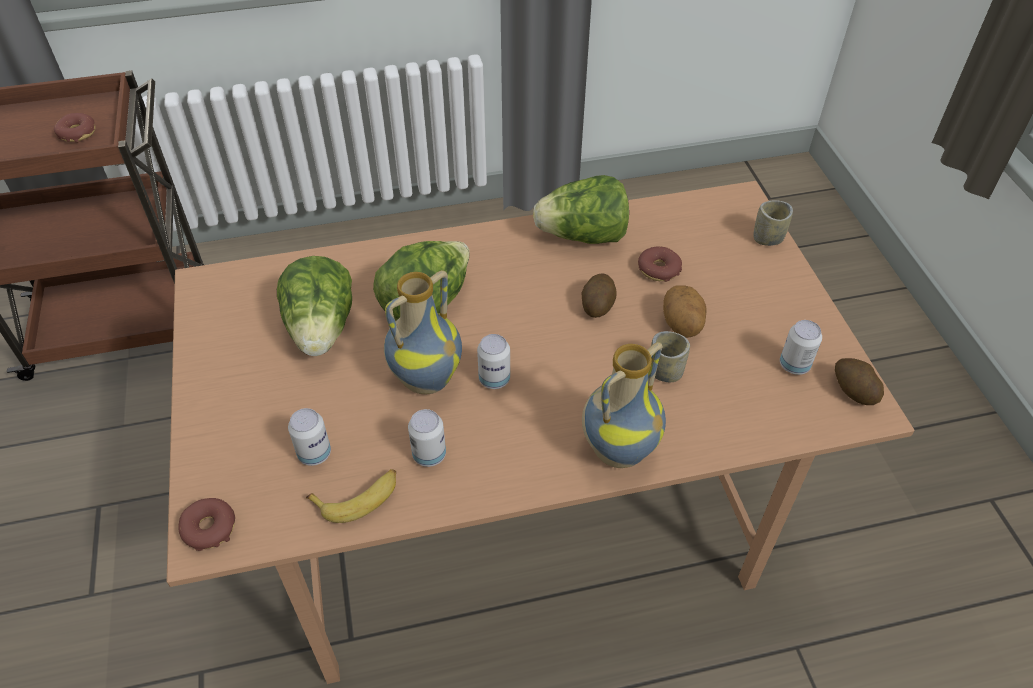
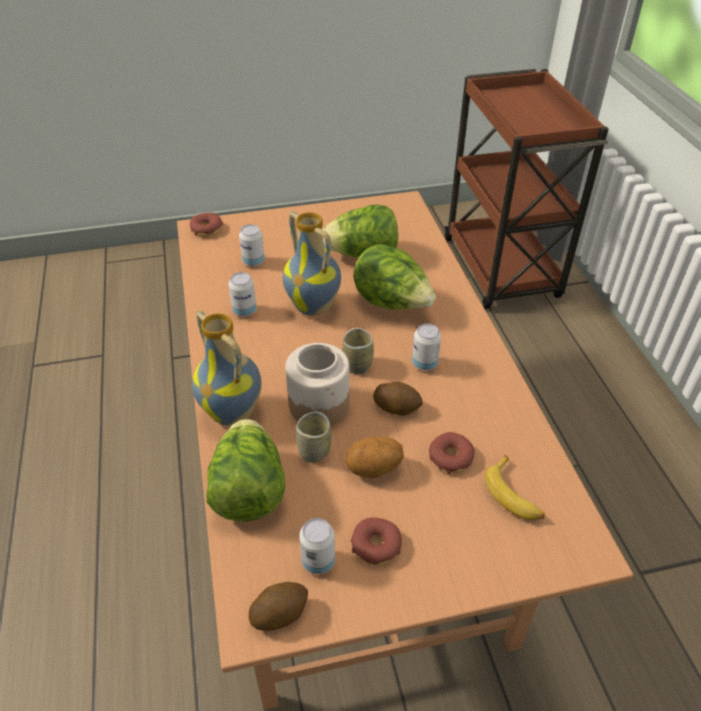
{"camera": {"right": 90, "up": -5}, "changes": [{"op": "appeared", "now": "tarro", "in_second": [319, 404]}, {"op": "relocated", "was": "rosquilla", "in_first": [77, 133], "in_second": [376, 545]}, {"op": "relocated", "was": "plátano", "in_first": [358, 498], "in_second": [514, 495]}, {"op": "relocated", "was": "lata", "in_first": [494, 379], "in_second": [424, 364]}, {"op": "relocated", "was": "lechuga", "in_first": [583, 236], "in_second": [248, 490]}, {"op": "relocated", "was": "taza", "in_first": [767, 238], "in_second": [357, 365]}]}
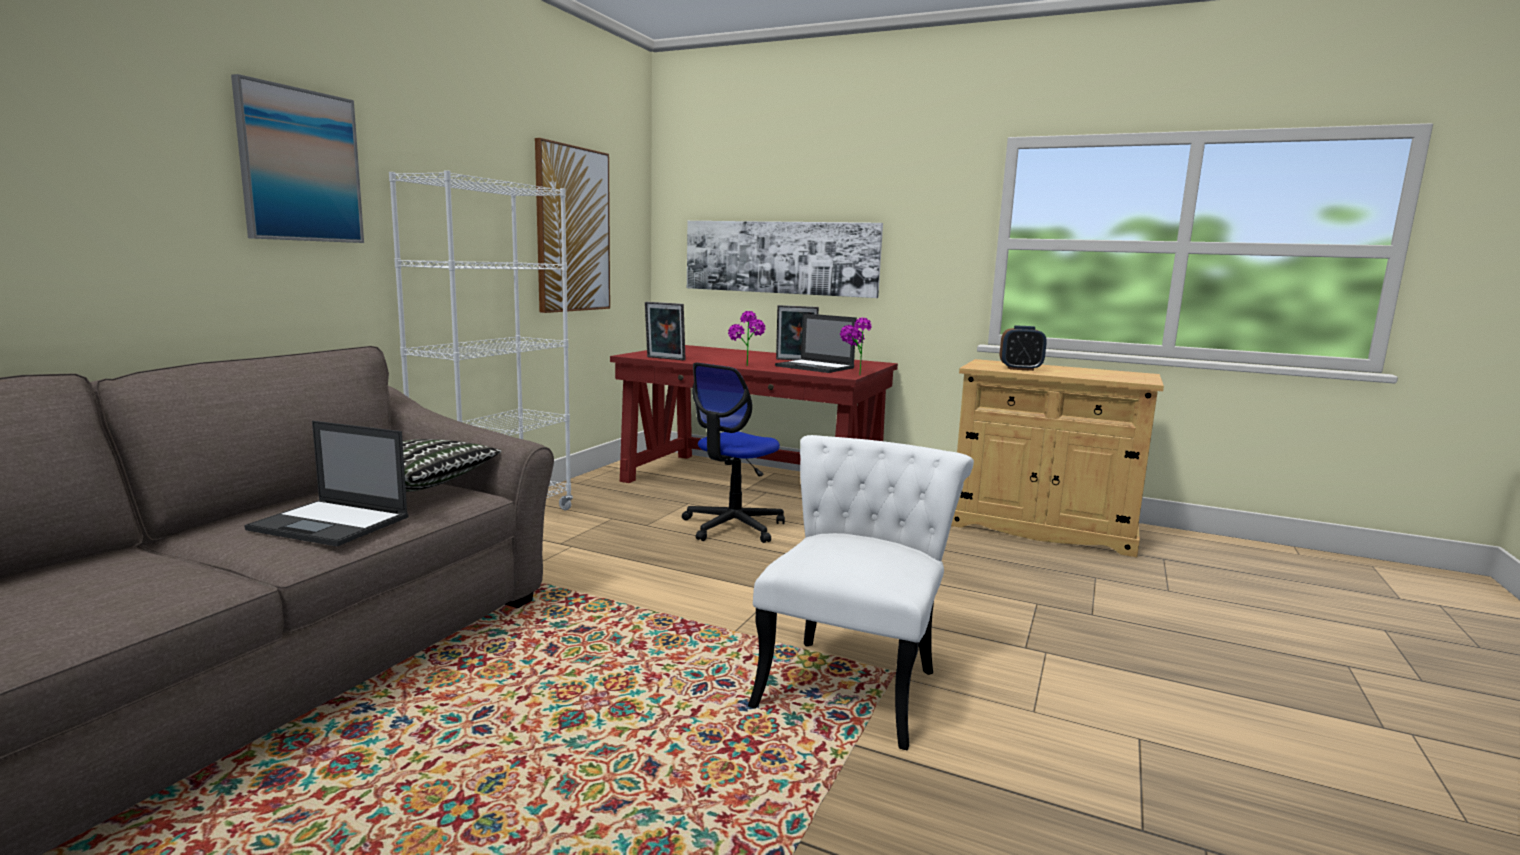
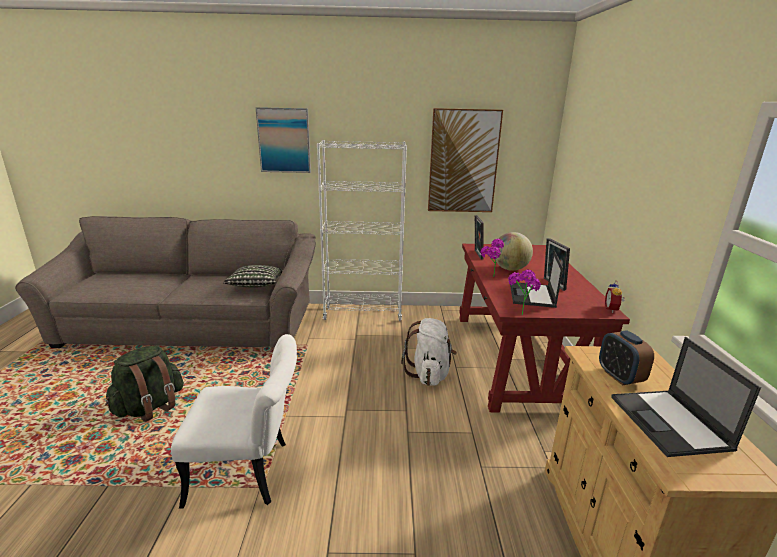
{"camera": {"right": 65, "up": 10}, "changes": [{"op": "missing", "was": "cuadro", "in_first": [780, 257]}, {"op": "appeared", "now": "mochila [verde]", "in_second": [150, 407]}, {"op": "appeared", "now": "globo terráqueo", "in_second": [510, 269]}, {"op": "appeared", "now": "despertador", "in_second": [612, 309]}, {"op": "relocated", "was": "portátil", "in_first": [331, 523], "in_second": [670, 423]}, {"op": "exchanged", "was": "silla de oficina", "now": "mochila [blanco]", "in_first": [733, 527], "in_second": [429, 374]}]}
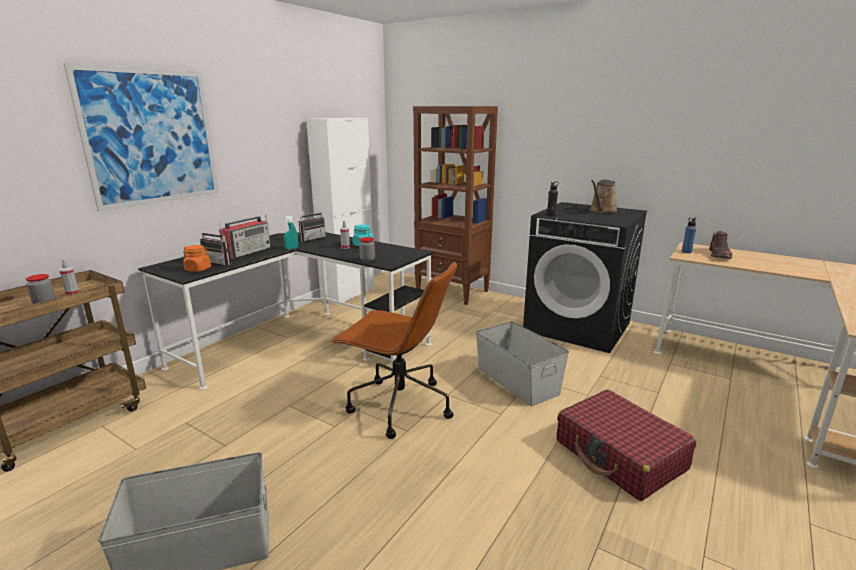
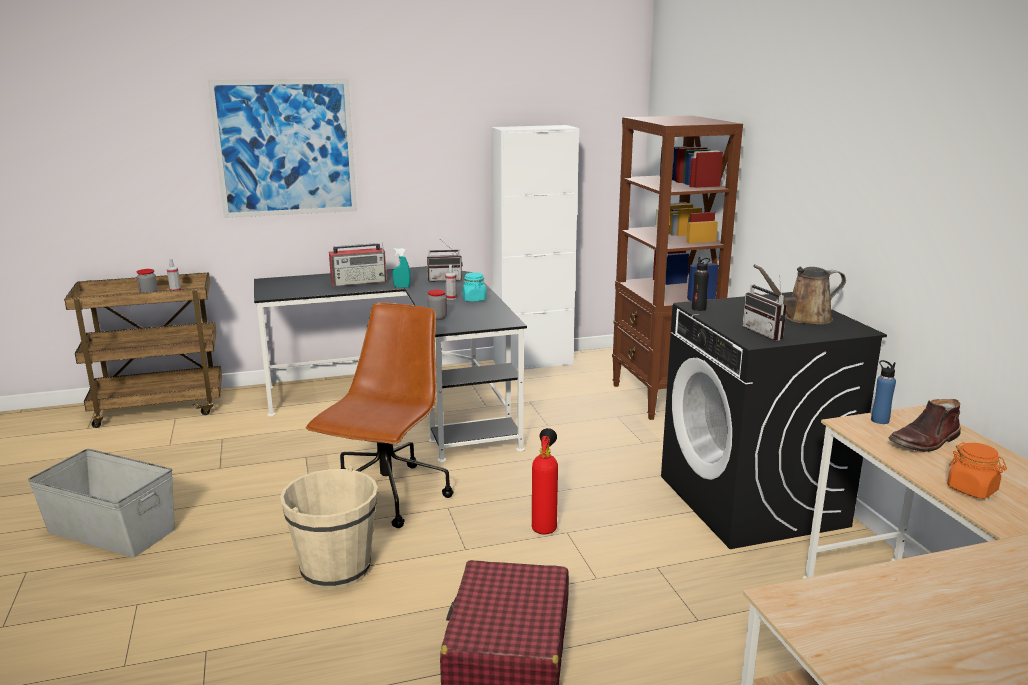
{"camera": {"right": 40, "up": 0}, "changes": [{"op": "appeared", "now": "cubo [beis]", "in_second": [336, 569]}, {"op": "relocated", "was": "tarro [naranja]", "in_first": [198, 269], "in_second": [972, 489]}, {"op": "relocated", "was": "radio", "in_first": [220, 262], "in_second": [767, 333]}, {"op": "exchanged", "was": "caja de almacenaje [gris]", "now": "extintor", "in_first": [517, 381], "in_second": [544, 527]}, {"op": "spun", "was": "silla de oficina [marrón]", "in_first": [398, 406], "in_second": [386, 497], "clockwise": -135}]}
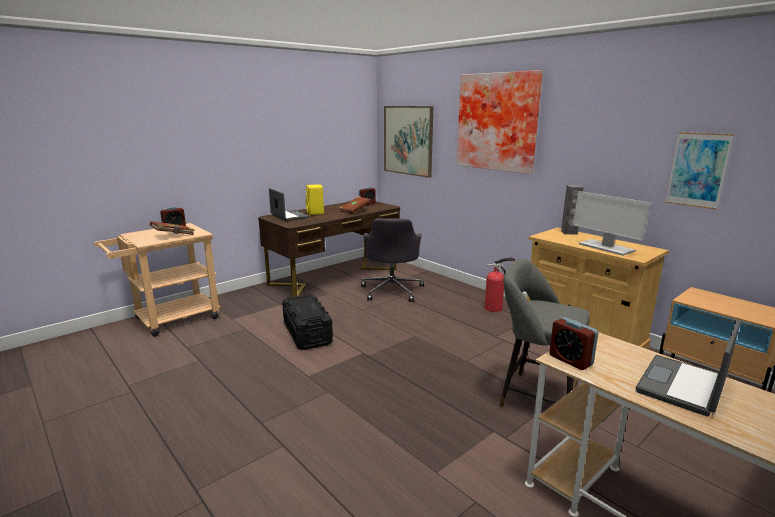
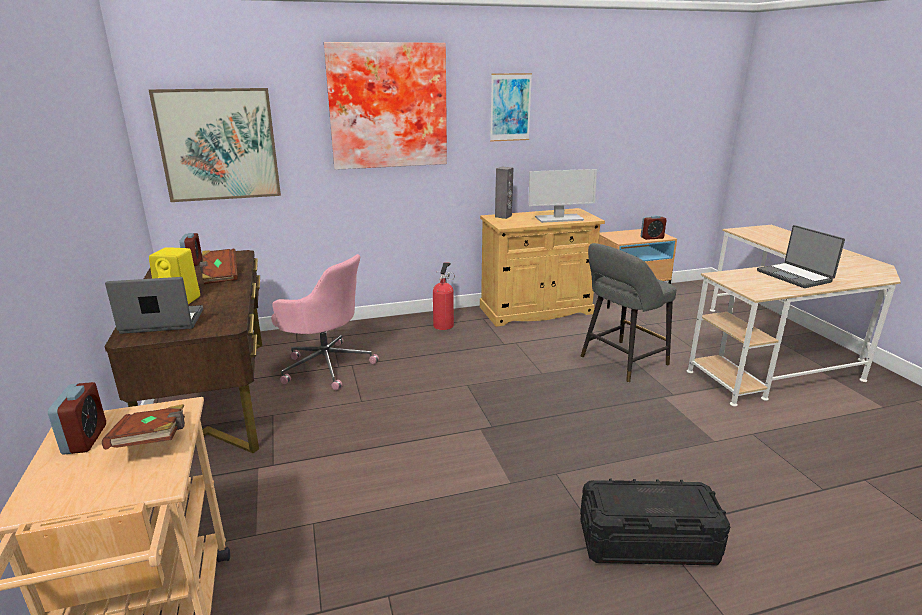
{"camera": {"right": -65, "up": 5}, "changes": [{"op": "relocated", "was": "caja de almacenaje [negro]", "in_first": [307, 333], "in_second": [647, 542]}, {"op": "relocated", "was": "despertador", "in_first": [570, 360], "in_second": [652, 238]}, {"op": "relocated", "was": "cuadro", "in_first": [697, 170], "in_second": [510, 107]}, {"op": "colour", "was": "silla de oficina [gris]", "now": "silla de oficina [rosa]", "in_first": [392, 290], "in_second": [326, 365]}]}
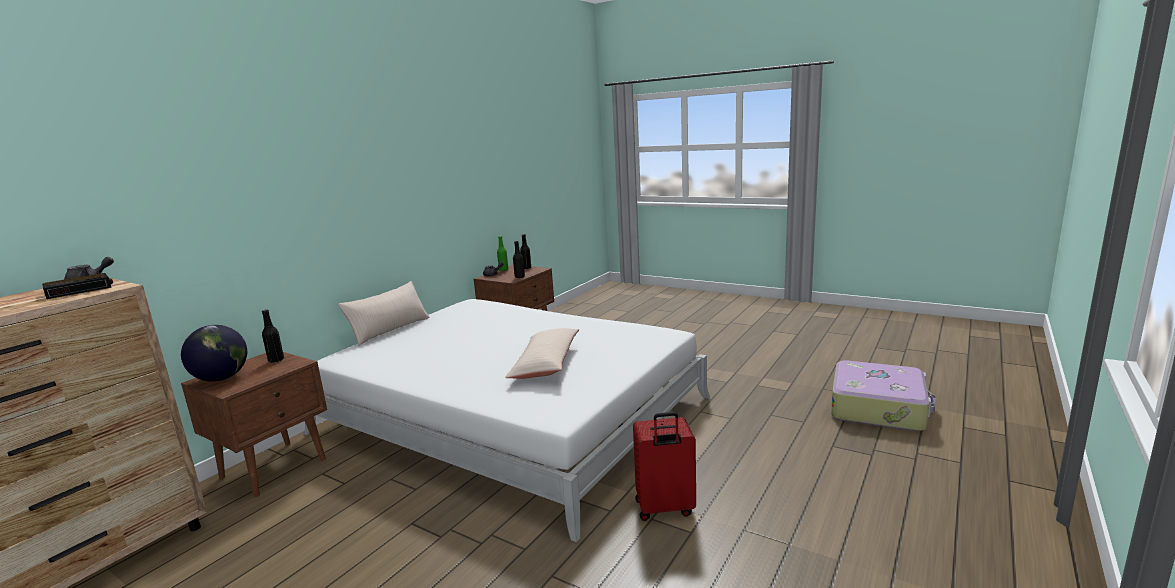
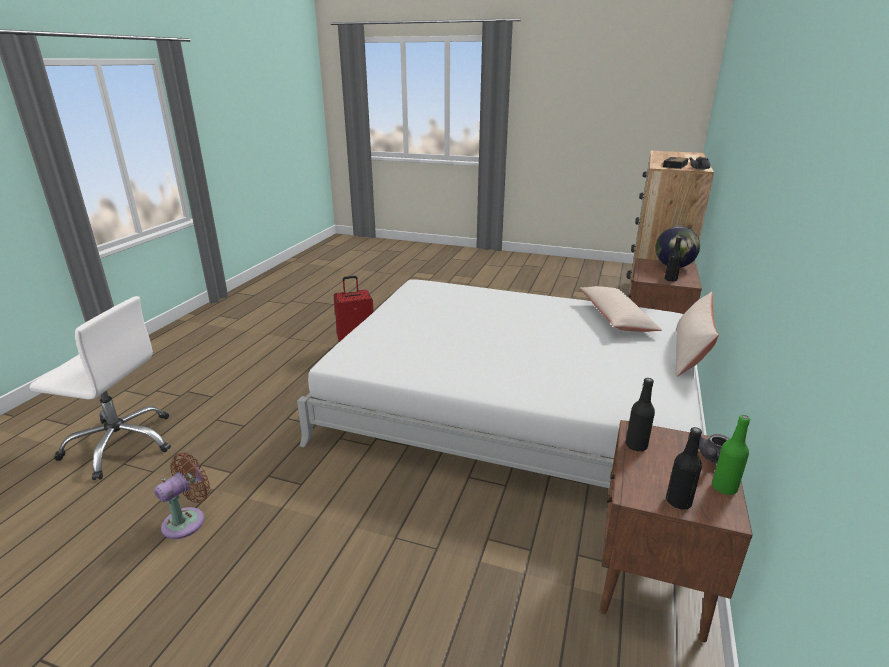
{"camera": {"right": 165, "up": 10}, "changes": [{"op": "appeared", "now": "ventilador [marrón]", "in_second": [188, 520]}, {"op": "relocated", "was": "cojín [beis]", "in_first": [546, 363], "in_second": [616, 318]}, {"op": "exchanged", "was": "maleta", "now": "silla de oficina [blanco]", "in_first": [878, 407], "in_second": [121, 444]}]}
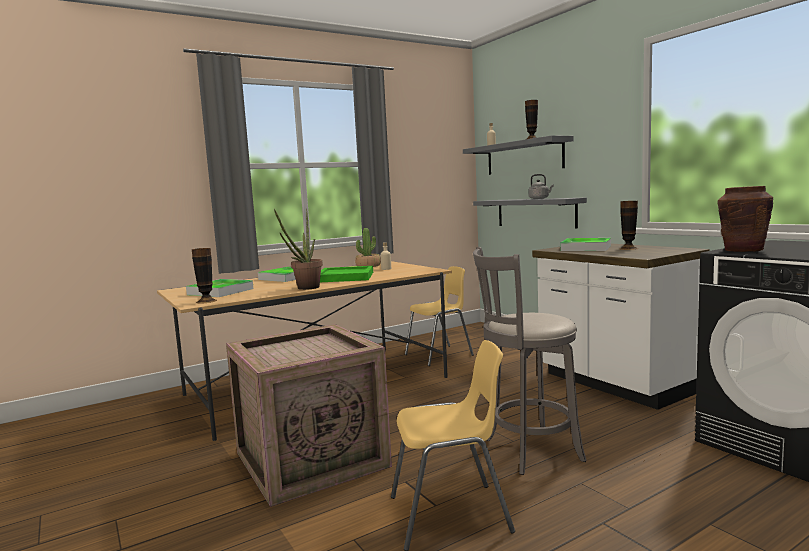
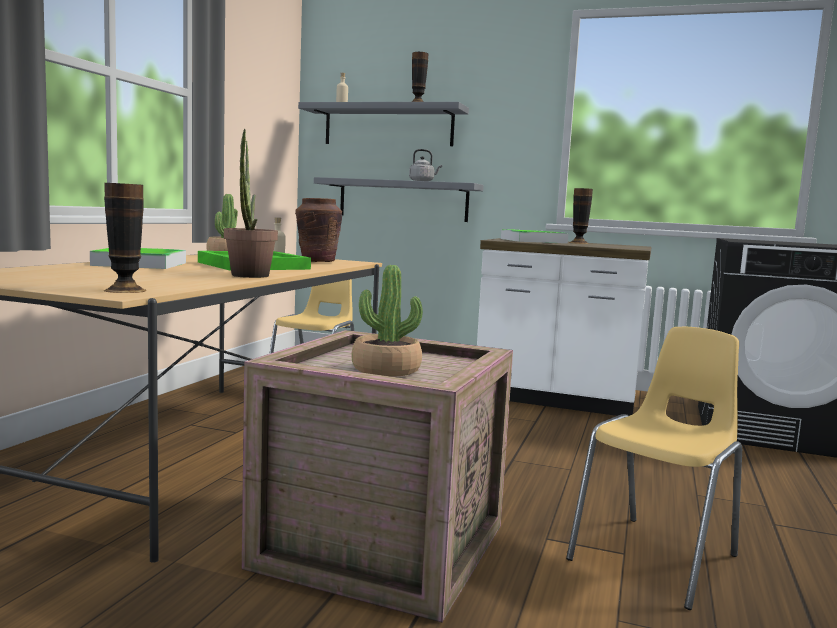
{"camera": {"right": -40, "up": 0}, "changes": [{"op": "missing", "was": "bandeja", "in_first": [220, 292]}, {"op": "missing", "was": "taburete [gris]", "in_first": [528, 451]}, {"op": "appeared", "now": "planta en maceta", "in_second": [386, 370]}, {"op": "relocated", "was": "florero [marrón]", "in_first": [743, 250], "in_second": [317, 261]}]}
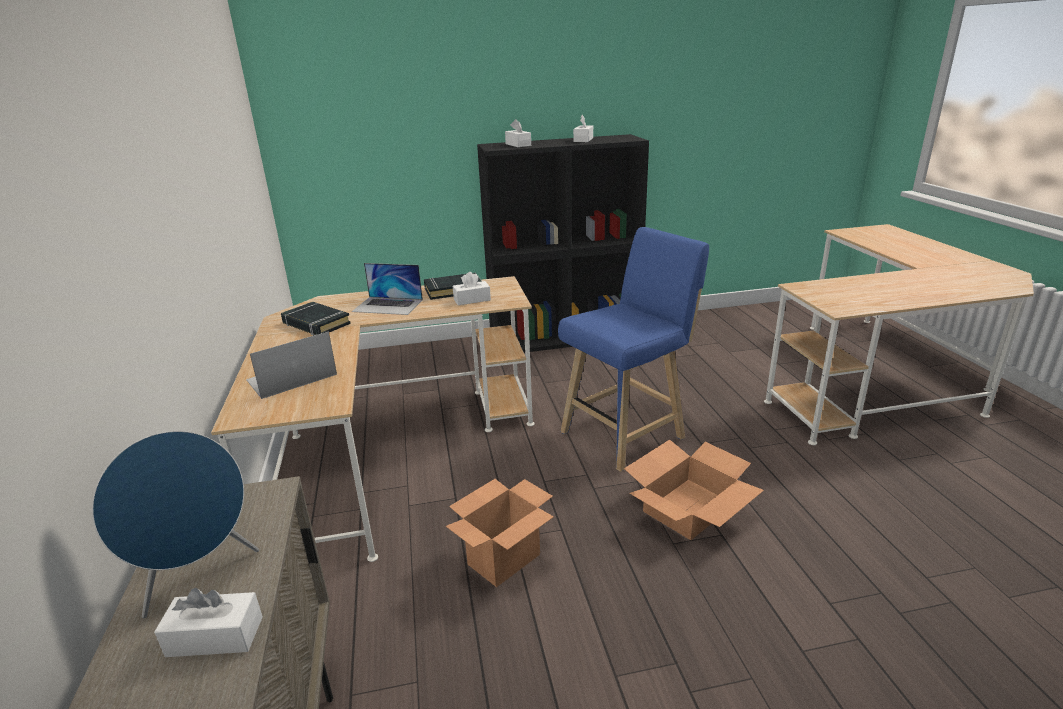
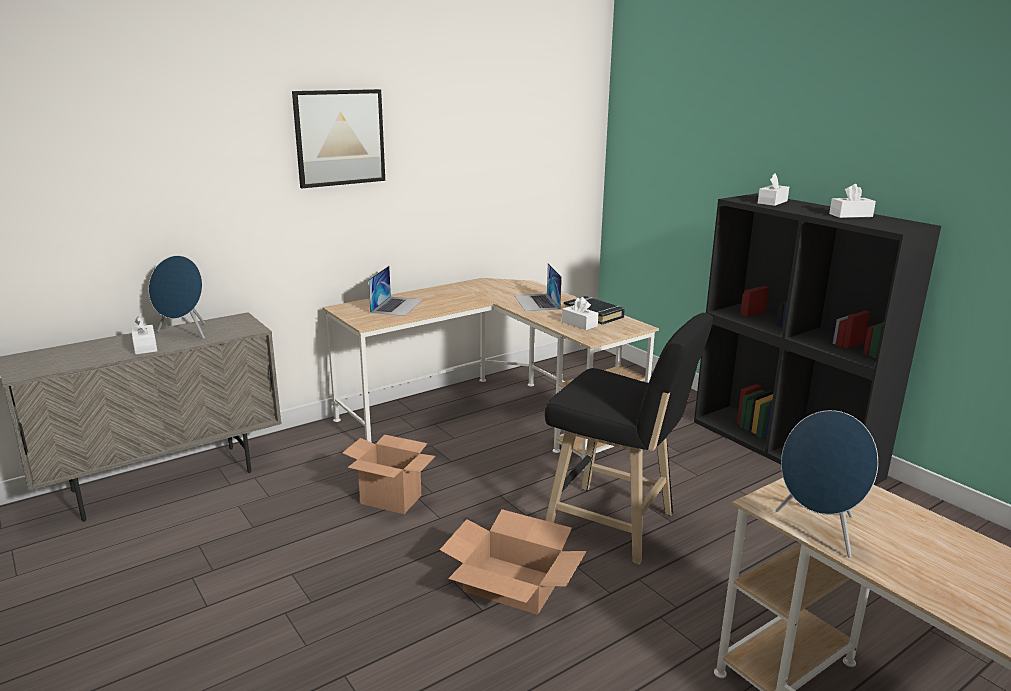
{"camera": {"right": 65, "up": -5}, "changes": [{"op": "missing", "was": "libro [negro]", "in_first": [316, 324]}, {"op": "appeared", "now": "cuadro", "in_second": [340, 137]}, {"op": "appeared", "now": "altavoz [azul]", "in_second": [818, 531]}, {"op": "colour", "was": "taburete [azul]", "now": "taburete [negro]", "in_first": [627, 433], "in_second": [616, 526]}, {"op": "spun", "was": "portátil", "in_first": [291, 377], "in_second": [397, 306], "clockwise": 75}]}
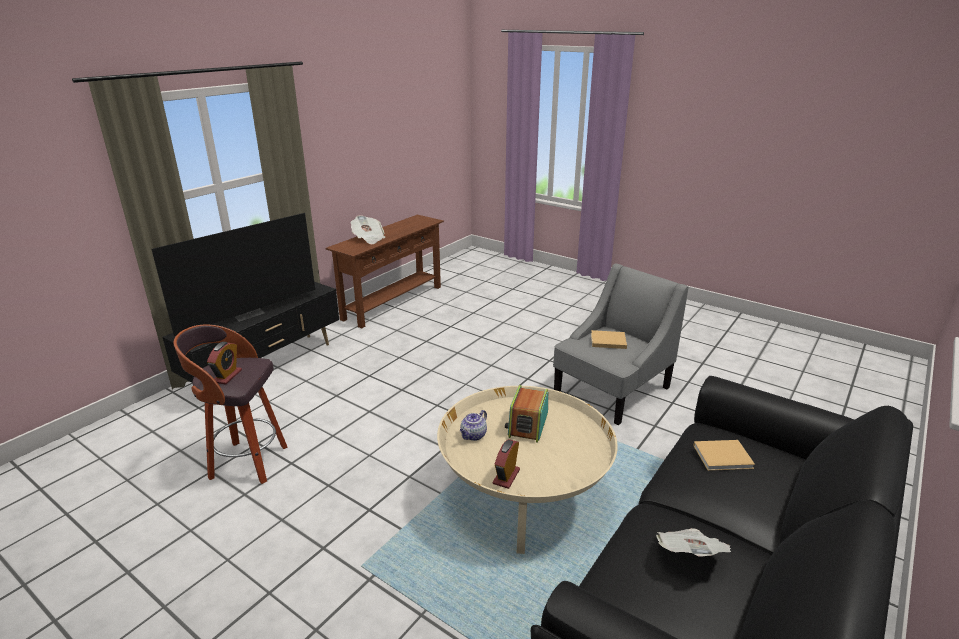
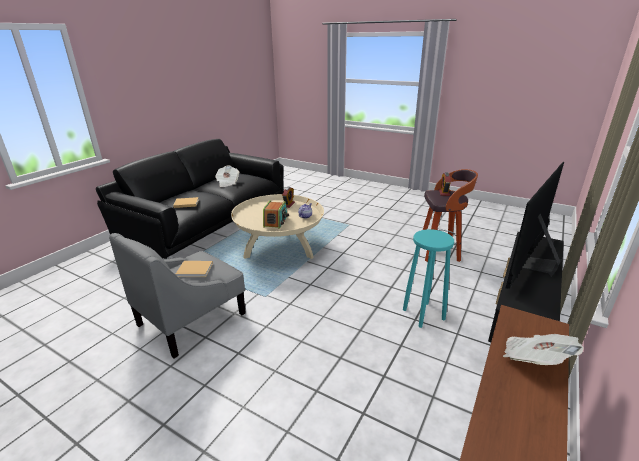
{"camera": {"right": 175, "up": 0}, "changes": [{"op": "appeared", "now": "taburete [turquesa]", "in_second": [423, 314]}]}
